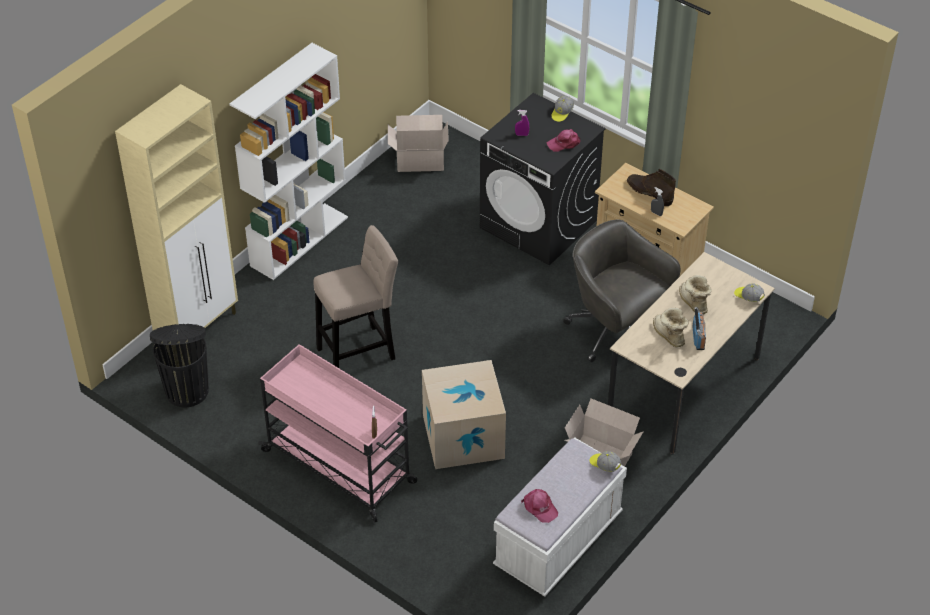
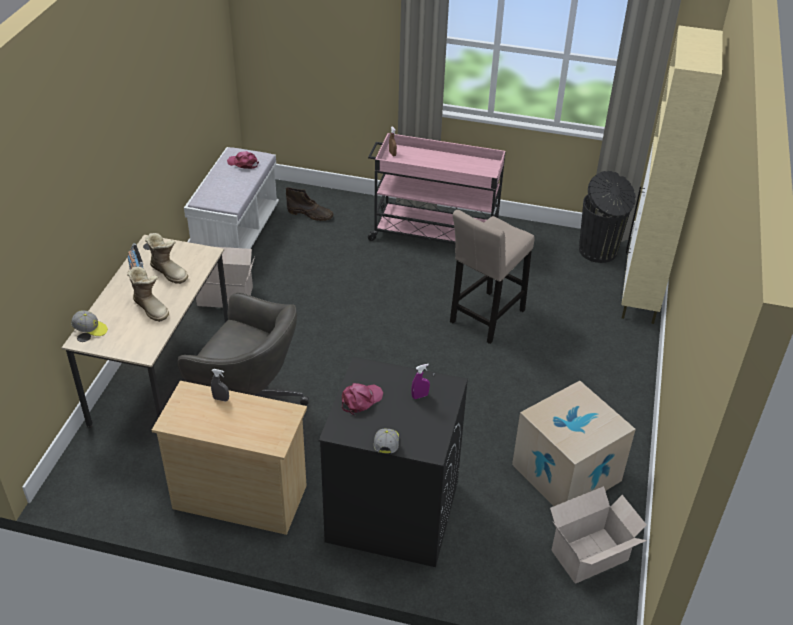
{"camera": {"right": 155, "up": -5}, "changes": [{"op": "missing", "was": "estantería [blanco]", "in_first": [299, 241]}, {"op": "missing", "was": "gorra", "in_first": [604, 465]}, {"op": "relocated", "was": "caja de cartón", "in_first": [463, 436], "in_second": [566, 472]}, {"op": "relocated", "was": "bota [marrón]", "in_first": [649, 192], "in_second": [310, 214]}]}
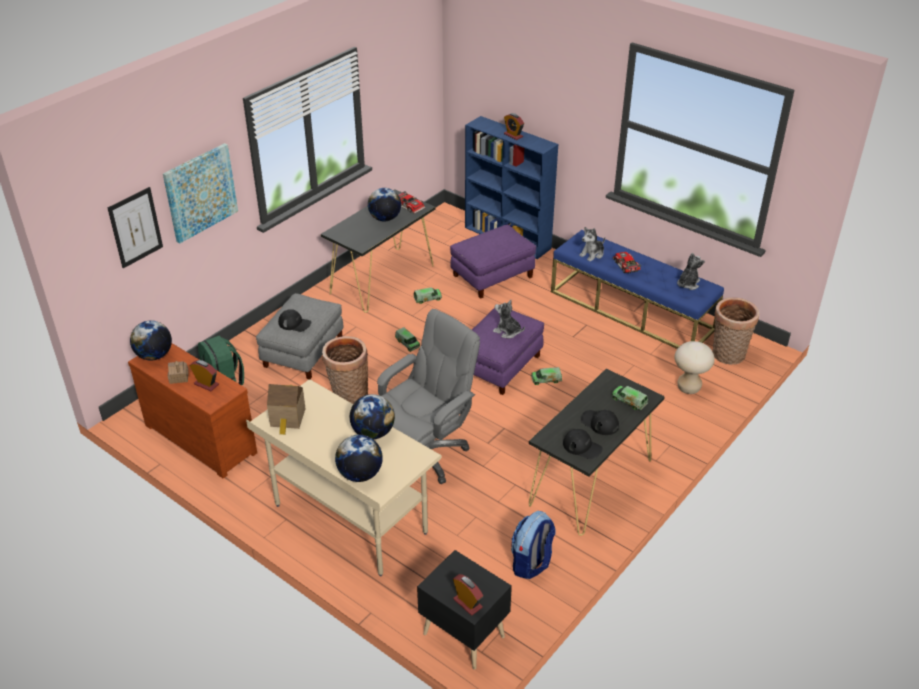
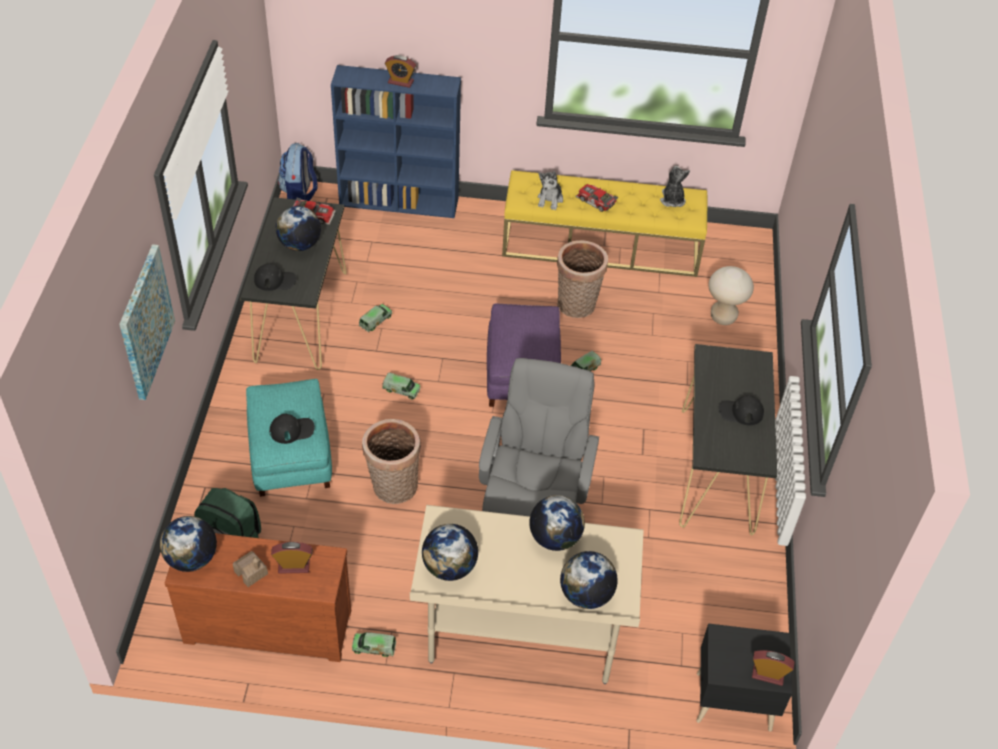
{"camera": {"right": -35, "up": 10}, "changes": [{"op": "missing", "was": "cuadro", "in_first": [135, 227]}, {"op": "missing", "was": "puf [morado]", "in_first": [492, 276]}, {"op": "missing", "was": "peluche", "in_first": [507, 331]}, {"op": "relocated", "was": "mochila", "in_first": [531, 563], "in_second": [299, 194]}, {"op": "relocated", "was": "gorra [negro]", "in_first": [582, 447], "in_second": [275, 280]}, {"op": "relocated", "was": "camión de juguete", "in_first": [629, 401], "in_second": [374, 647]}, {"op": "relocated", "was": "cesta", "in_first": [727, 356], "in_second": [577, 306]}, {"op": "exchanged", "was": "casita", "now": "globo terráqueo", "in_first": [288, 419], "in_second": [449, 567]}, {"op": "colour", "was": "puf [gris]", "now": "puf [turquesa]", "in_first": [303, 351], "in_second": [290, 455]}, {"op": "colour", "was": "banco [azul]", "now": "banco [amarillo]", "in_first": [631, 310], "in_second": [601, 245]}]}
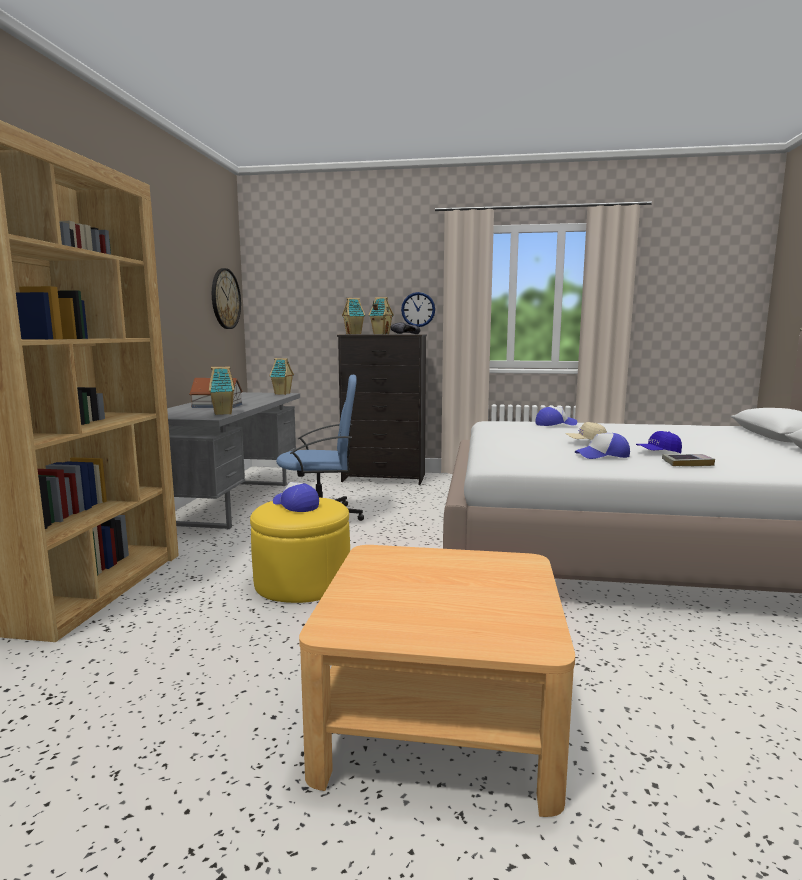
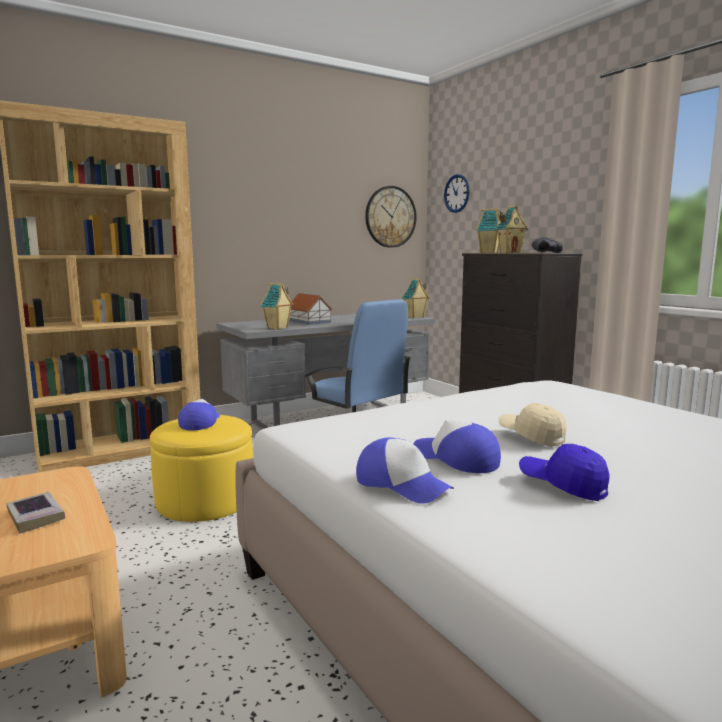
{"camera": {"right": 50, "up": 0}, "changes": [{"op": "relocated", "was": "reloj de pared", "in_first": [418, 309], "in_second": [457, 193]}, {"op": "relocated", "was": "gorra", "in_first": [555, 424], "in_second": [402, 485]}, {"op": "relocated", "was": "libro", "in_first": [687, 463], "in_second": [36, 516]}]}
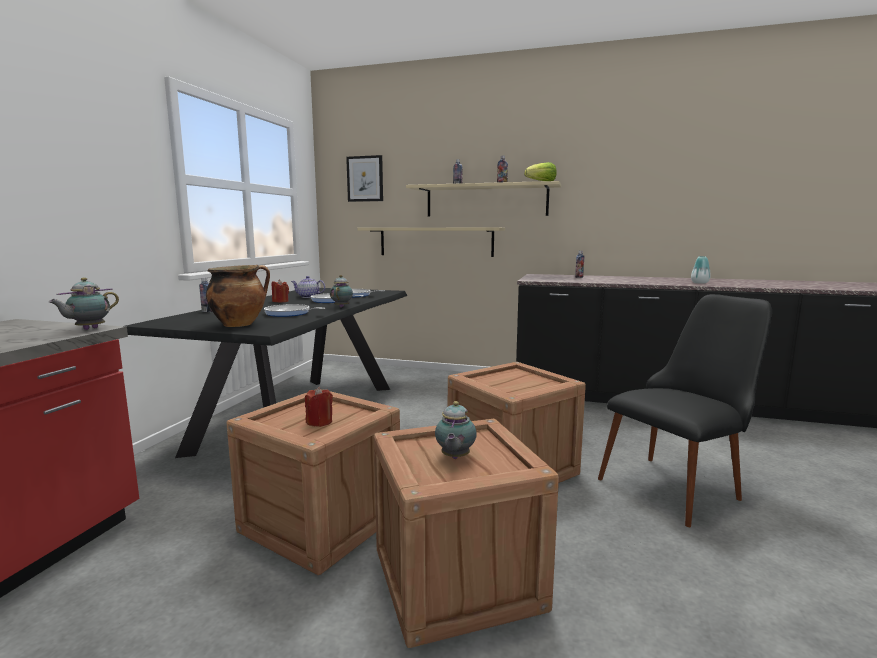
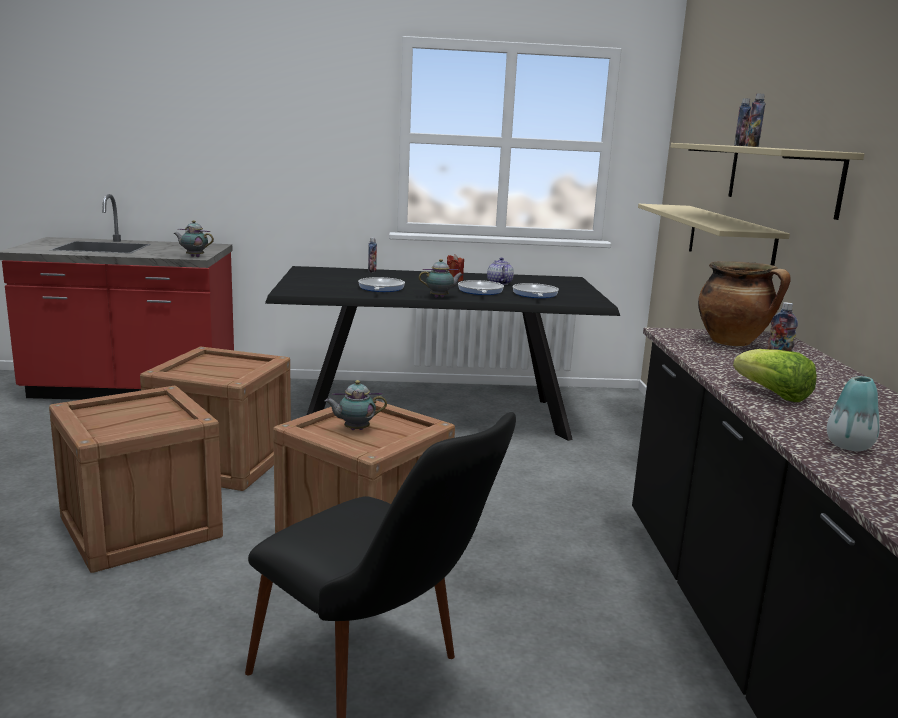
{"camera": {"right": 70, "up": 5}, "changes": [{"op": "missing", "was": "vela [rojo]", "in_first": [319, 422]}, {"op": "missing", "was": "cuadro", "in_first": [365, 179]}, {"op": "relocated", "was": "olla", "in_first": [240, 324], "in_second": [733, 342]}, {"op": "relocated", "was": "tetera", "in_first": [454, 457], "in_second": [354, 429]}, {"op": "relocated", "was": "lechuga", "in_first": [541, 182], "in_second": [772, 395]}]}
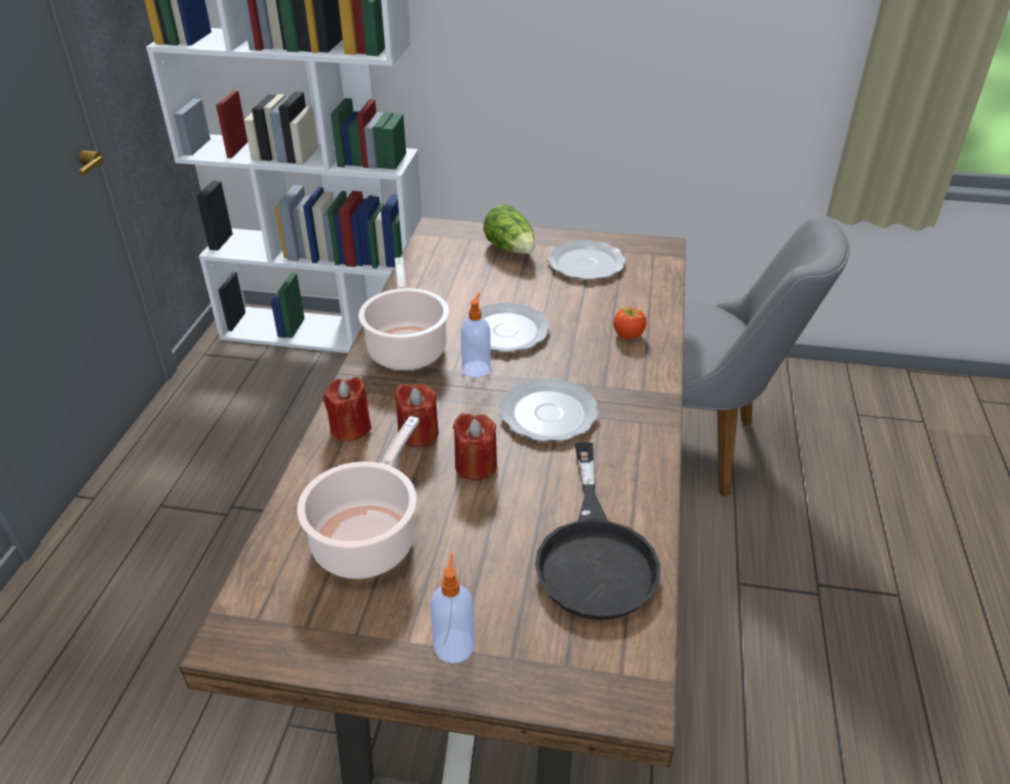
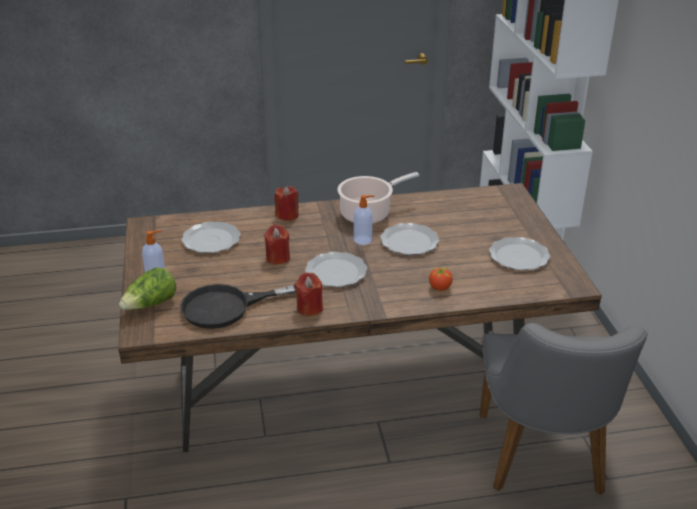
{"camera": {"right": 70, "up": -5}, "changes": [{"op": "relocated", "was": "vela [rojo]", "in_first": [418, 434], "in_second": [309, 308]}, {"op": "relocated", "was": "lechuga", "in_first": [511, 249], "in_second": [151, 304]}, {"op": "exchanged", "was": "olla", "now": "plato", "in_first": [367, 538], "in_second": [212, 240]}]}
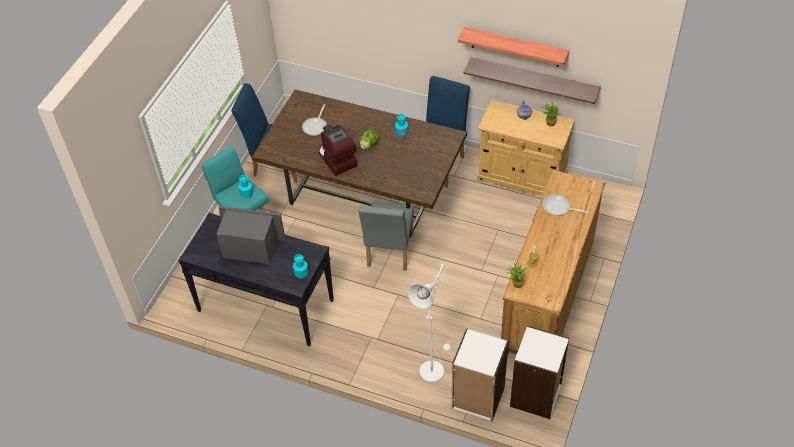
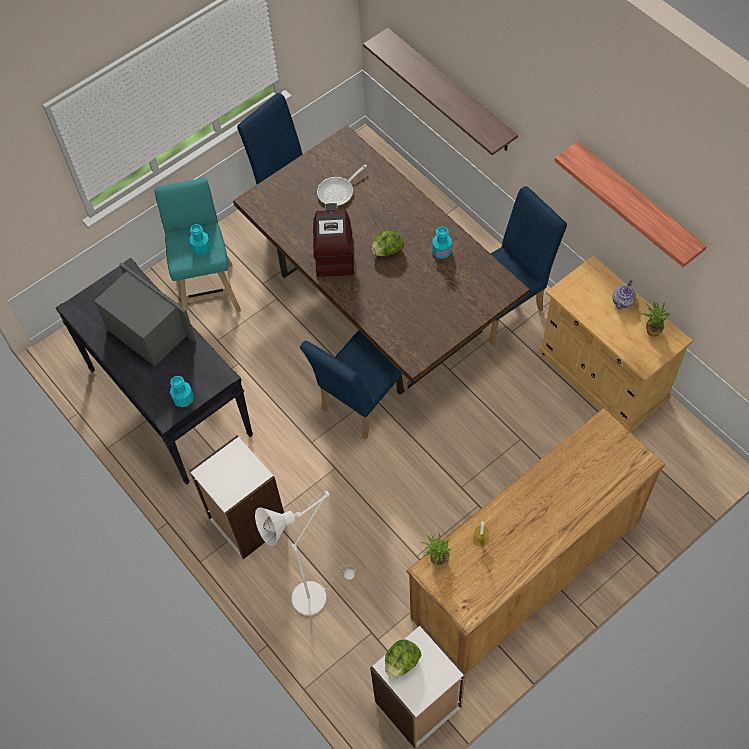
{"camera": {"right": 30, "up": 10}, "changes": [{"op": "missing", "was": "sartén", "in_first": [558, 208]}, {"op": "appeared", "now": "lechuga", "in_second": [402, 662]}, {"op": "relocated", "was": "estantería [blanco]", "in_first": [478, 398], "in_second": [247, 522]}, {"op": "relocated", "was": "estante", "in_first": [534, 80], "in_second": [450, 91]}, {"op": "colour", "was": "silla [gris]", "now": "silla [azul]", "in_first": [389, 253], "in_second": [359, 404]}]}
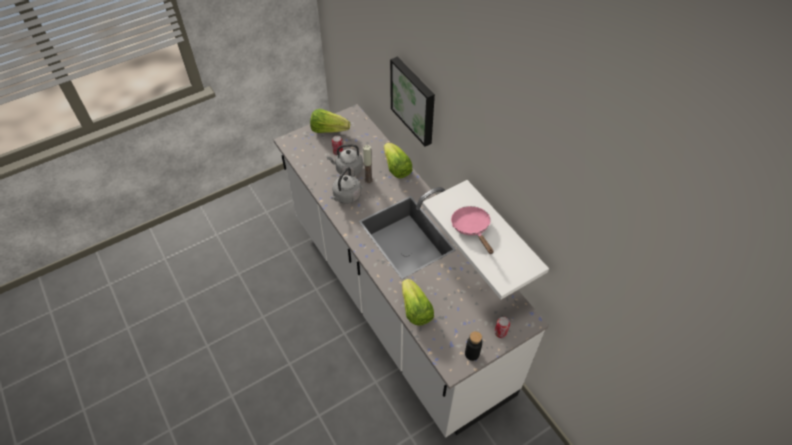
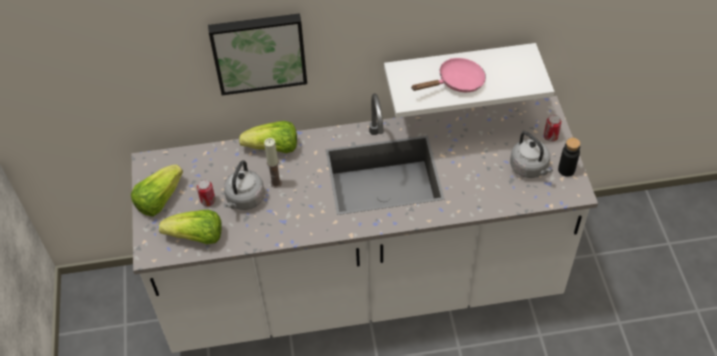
{"camera": {"right": -65, "up": 0}, "changes": [{"op": "relocated", "was": "hervidor [gris]", "in_first": [346, 196], "in_second": [530, 168]}, {"op": "relocated", "was": "lechuga", "in_first": [415, 310], "in_second": [197, 237]}, {"op": "spun", "was": "sartén [rosa]", "in_first": [472, 228], "in_second": [456, 82], "clockwise": 150}]}
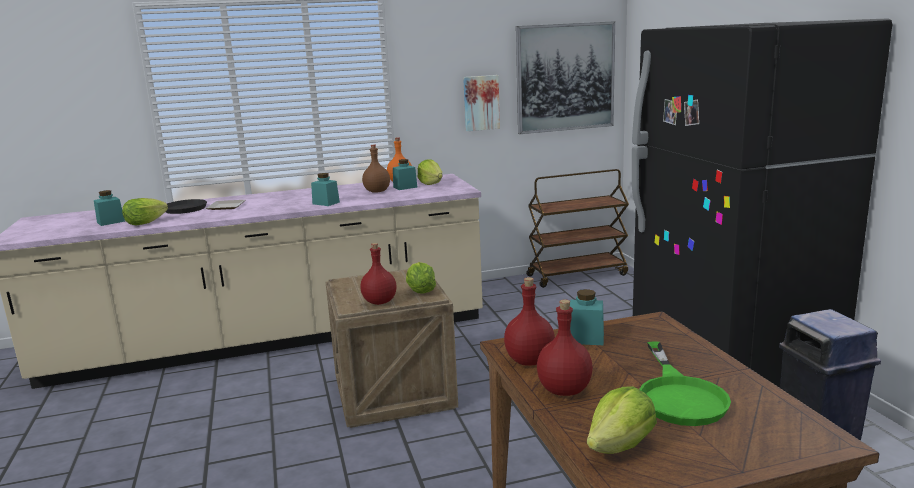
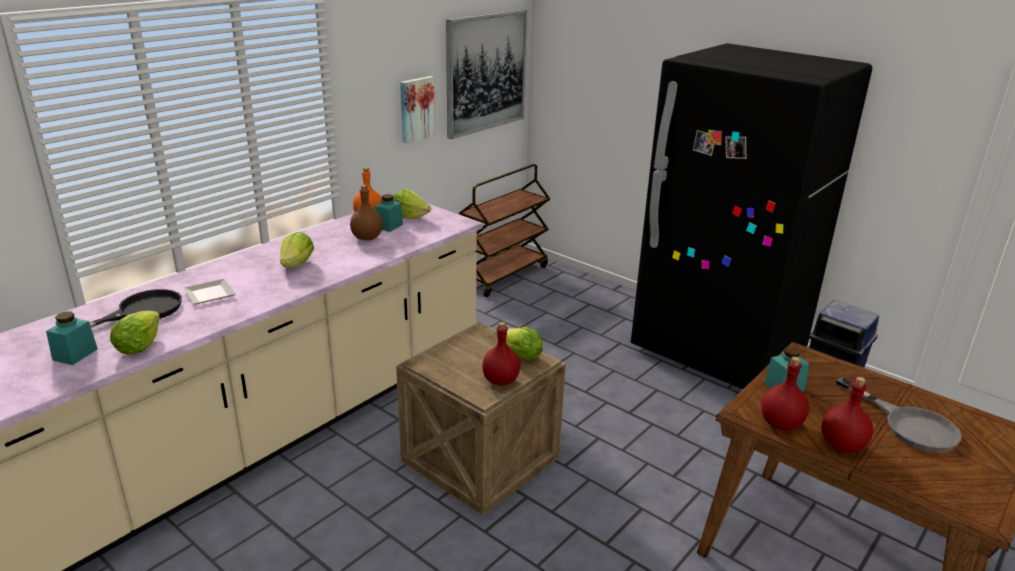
{"camera": {"right": -35, "up": 10}, "changes": [{"op": "missing", "was": "tarro [turquesa]", "in_first": [326, 203]}, {"op": "relocated", "was": "lechuga", "in_first": [621, 446], "in_second": [297, 264]}, {"op": "colour", "was": "sartén [verde]", "now": "sartén [gris]", "in_first": [679, 395], "in_second": [909, 425]}]}
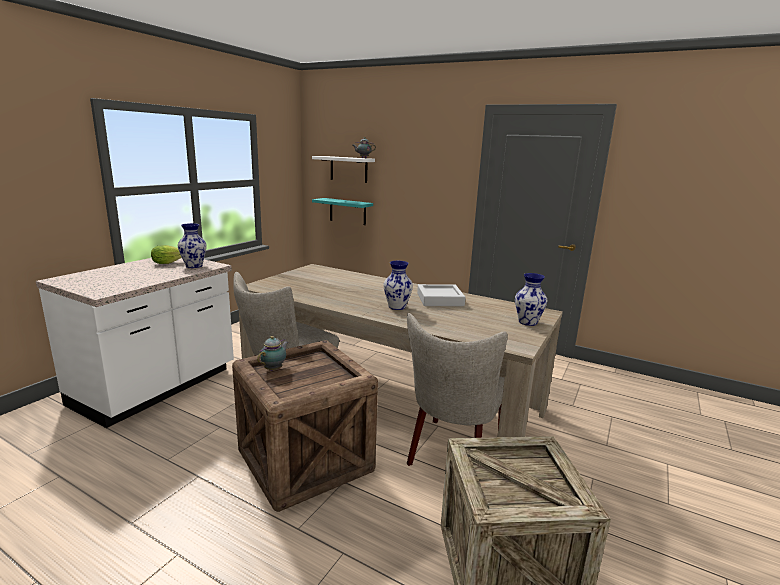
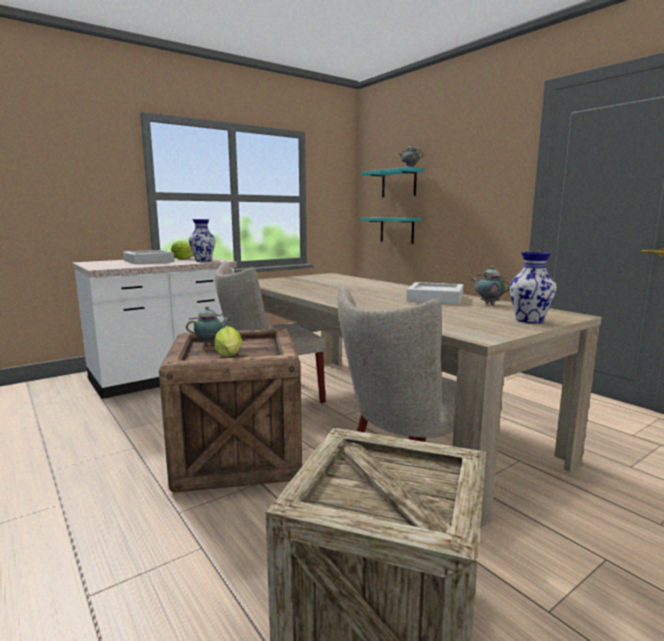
{"camera": {"right": 25, "up": -5}, "changes": [{"op": "missing", "was": "florero", "in_first": [396, 307]}, {"op": "appeared", "now": "bandeja [gris]", "in_second": [149, 261]}, {"op": "appeared", "now": "lechuga", "in_second": [230, 357]}, {"op": "appeared", "now": "tetera", "in_second": [488, 304]}, {"op": "colour", "was": "estante [blanco]", "now": "estante [turquesa]", "in_first": [348, 169], "in_second": [399, 183]}]}
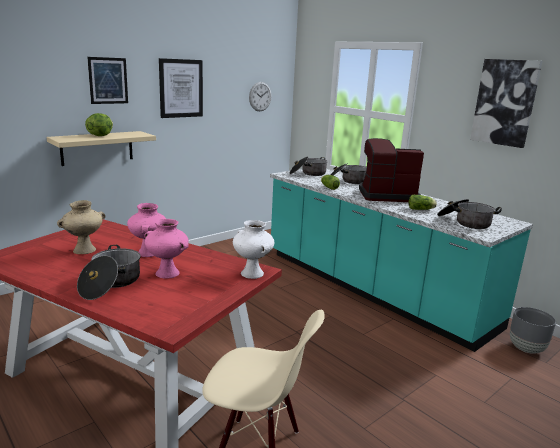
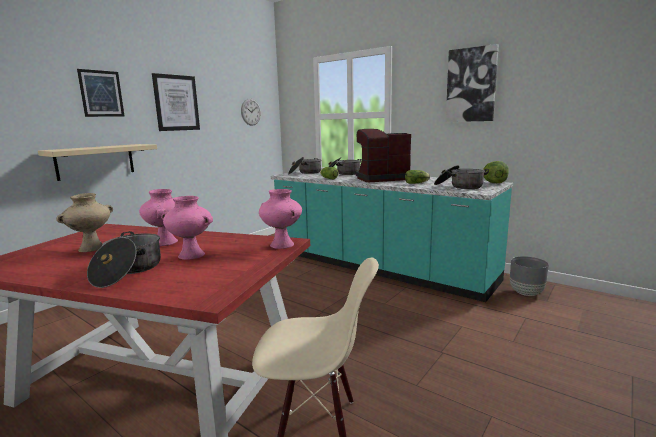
{"camera": {"right": -10, "up": -5}, "changes": [{"op": "relocated", "was": "lechuga", "in_first": [100, 135], "in_second": [494, 183]}, {"op": "colour", "was": "florero [blanco]", "now": "florero [rosa]", "in_first": [253, 273], "in_second": [283, 245]}]}
